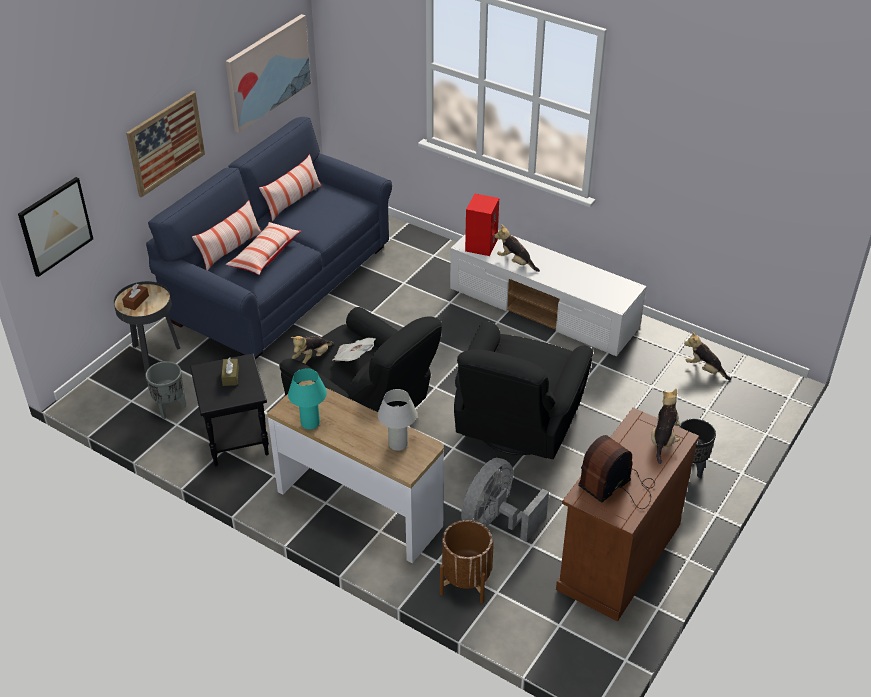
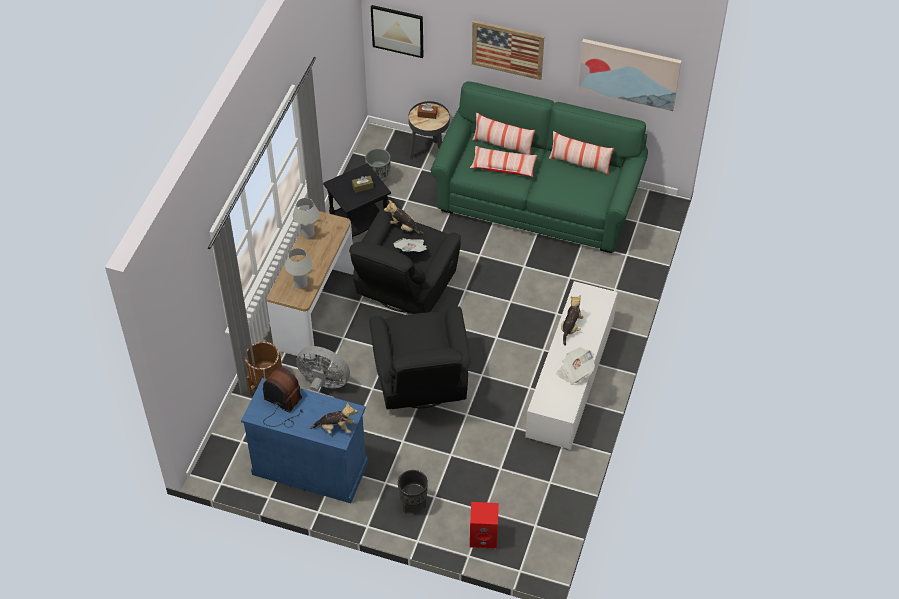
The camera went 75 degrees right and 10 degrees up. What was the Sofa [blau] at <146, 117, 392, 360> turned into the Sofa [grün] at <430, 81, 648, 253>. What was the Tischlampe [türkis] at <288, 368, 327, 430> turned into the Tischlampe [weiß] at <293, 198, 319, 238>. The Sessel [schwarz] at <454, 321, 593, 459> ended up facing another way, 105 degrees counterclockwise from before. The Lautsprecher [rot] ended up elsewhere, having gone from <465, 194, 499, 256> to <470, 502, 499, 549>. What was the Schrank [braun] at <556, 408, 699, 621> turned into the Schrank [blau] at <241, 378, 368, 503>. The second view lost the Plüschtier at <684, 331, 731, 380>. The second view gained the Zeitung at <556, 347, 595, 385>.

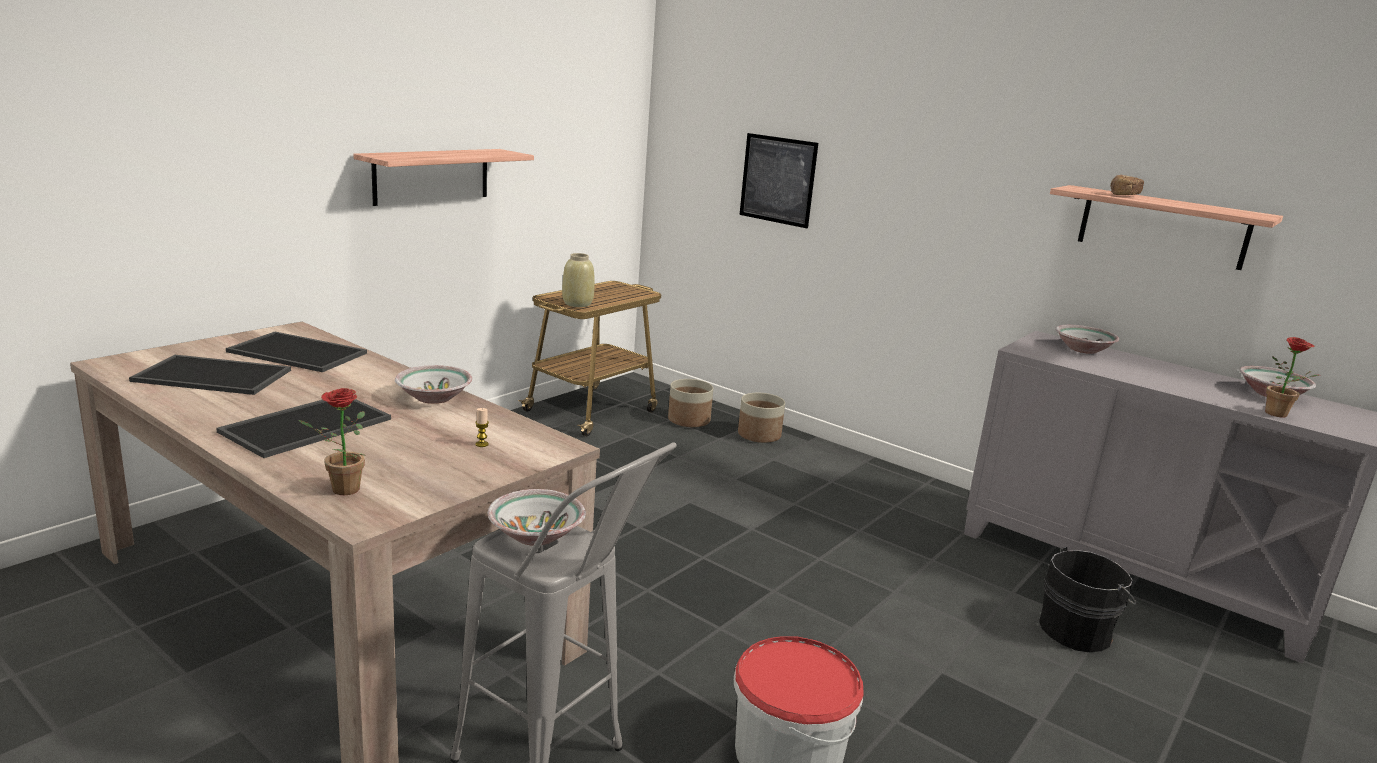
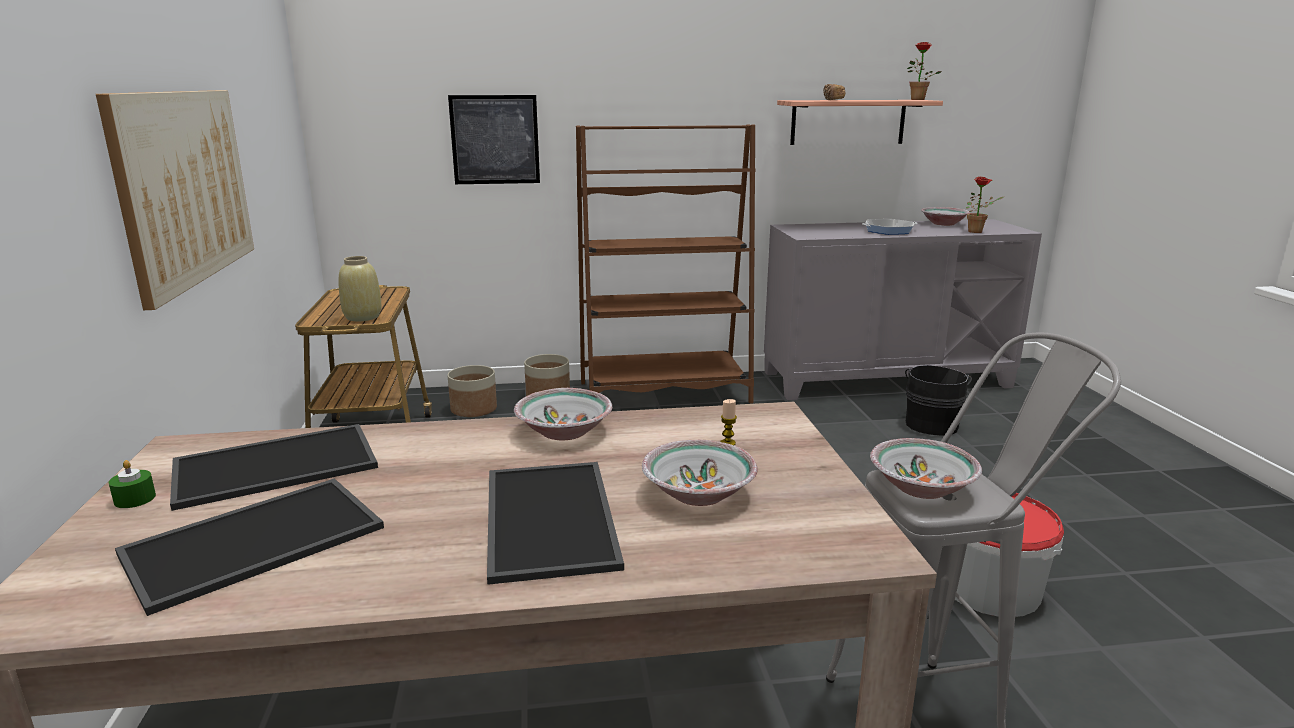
The camera went 45 degrees left and 0 degrees up. The Topfpflanze ended up elsewhere, having gone from <299, 388, 365, 495> to <907, 42, 942, 100>. Where the Wandregal hung at <354, 149, 534, 206>, the Bild came to hang at <96, 90, 254, 310>. The Schüssel ended up elsewhere, having gone from <1055, 325, 1119, 354> to <642, 440, 758, 506>. The second view gained the Kerze [grün] at <108, 460, 156, 508>. The second view gained the Bücherregal [braun] at <576, 124, 756, 404>. The second view gained the Pfanne at <863, 219, 917, 235>.

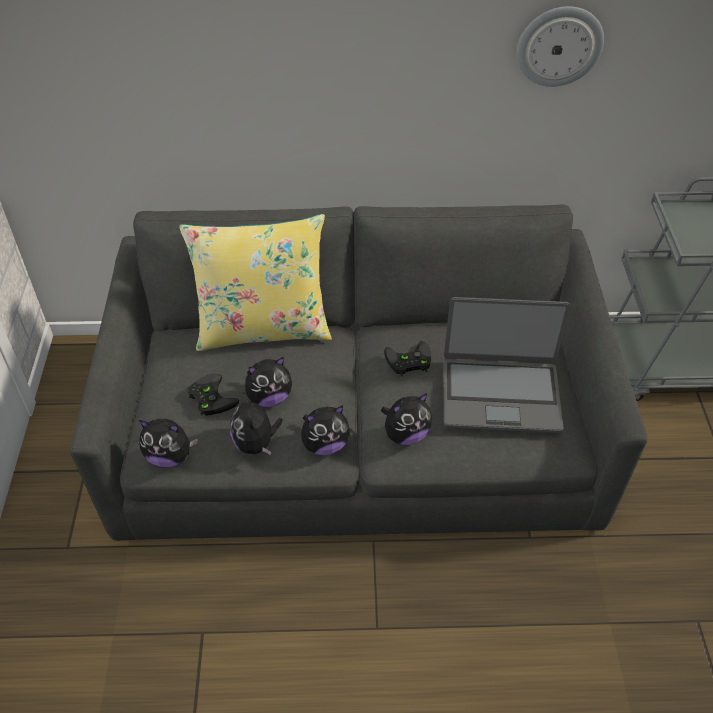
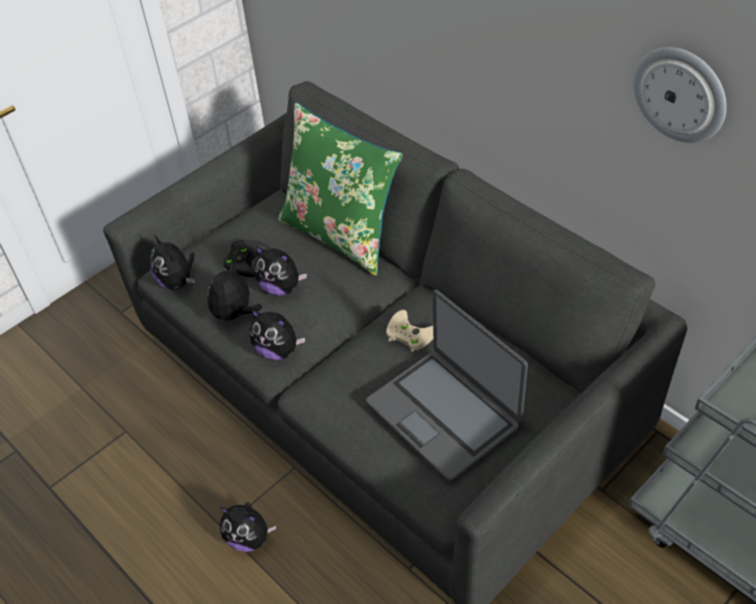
The camera went 50 degrees right and 0 degrees up. What was the Kissen [gelb] at <179, 214, 332, 351> turned into the Kissen [grün] at <278, 102, 403, 276>. The Plüschtier ended up elsewhere, having gone from <381, 393, 432, 445> to <220, 502, 276, 552>. What was the Gamepad [schwarz] at <384, 341, 431, 376> turned into the Gamepad [beige] at <386, 310, 433, 352>.

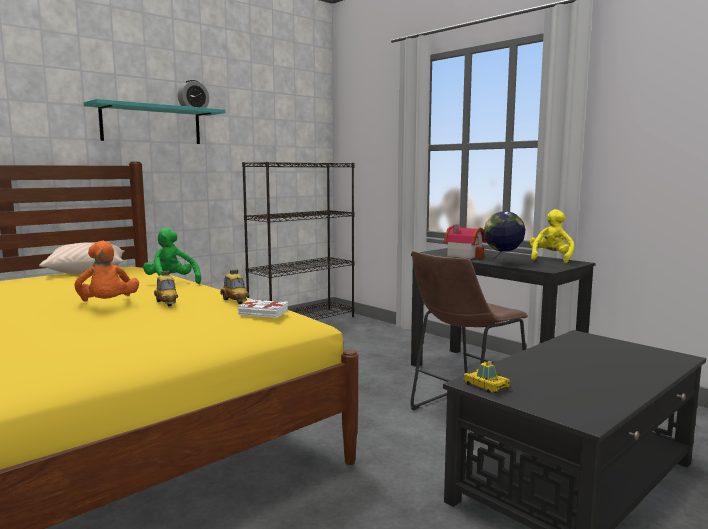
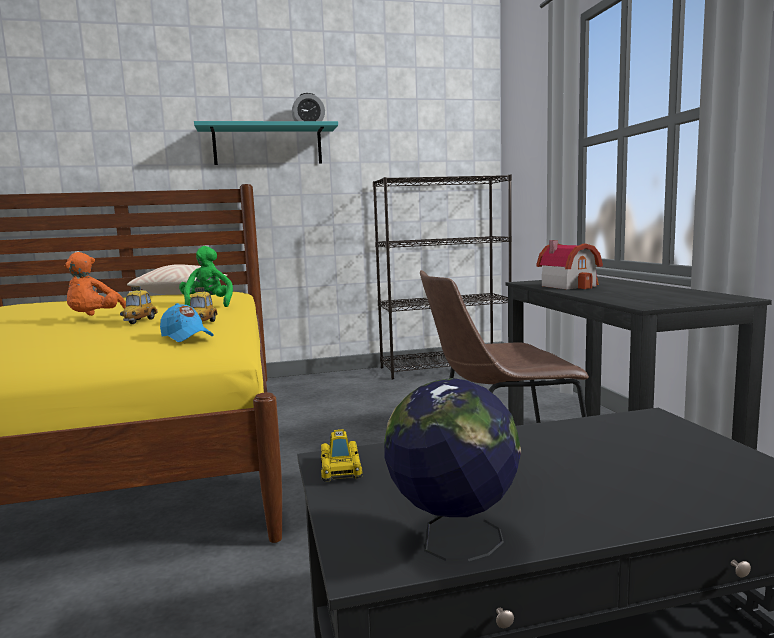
The camera went 30 degrees right and 0 degrees up. Where the Buch [weiß] stood at <238, 299, 288, 318>, the Kappe [blau] came to stand at <160, 303, 214, 342>. The Globus ended up elsewhere, having gone from <484, 211, 525, 264> to <384, 378, 521, 561>. The second view lost the Plüschtier [gelb] at <530, 209, 575, 263>.

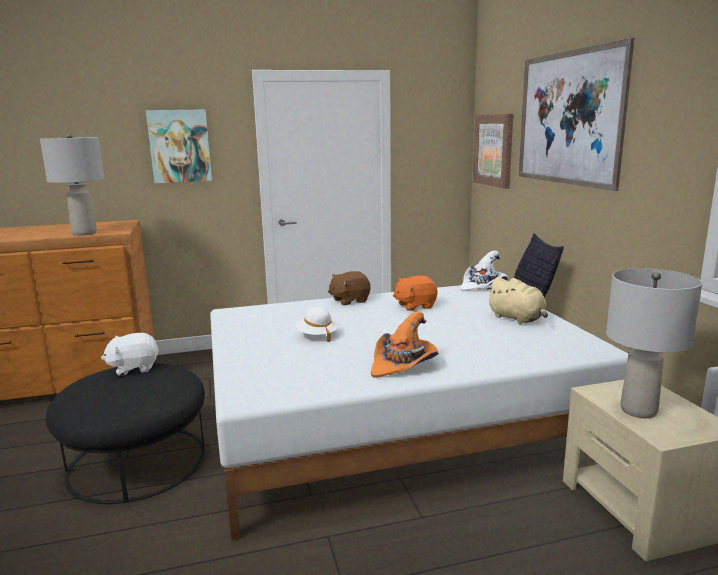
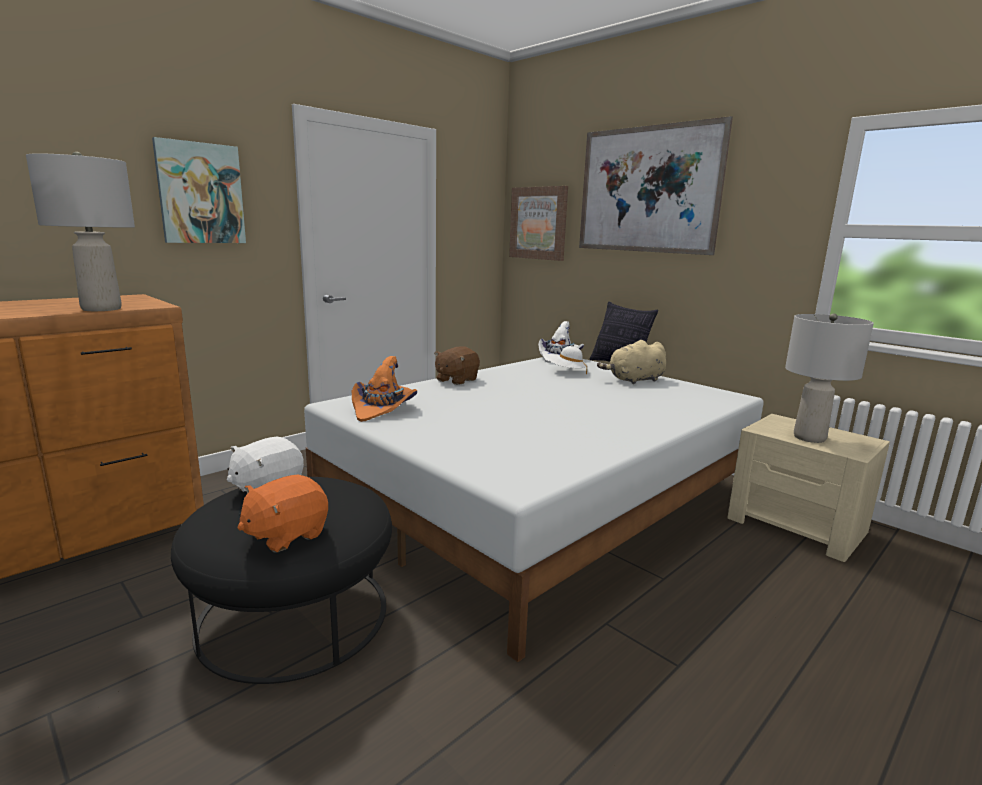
The camera went 30 degrees left and 0 degrees up. The Hut [weiß] ended up elsewhere, having gone from <295, 307, 339, 342> to <550, 346, 587, 374>. The Hut [orange] ended up elsewhere, having gone from <371, 311, 439, 378> to <352, 356, 417, 422>. The Plüschtier [orange] ended up elsewhere, having gone from <393, 275, 438, 311> to <237, 475, 328, 552>. The Plüschtier [beige] at <486, 277, 548, 324> ended up facing another way, 135 degrees clockwise from before.

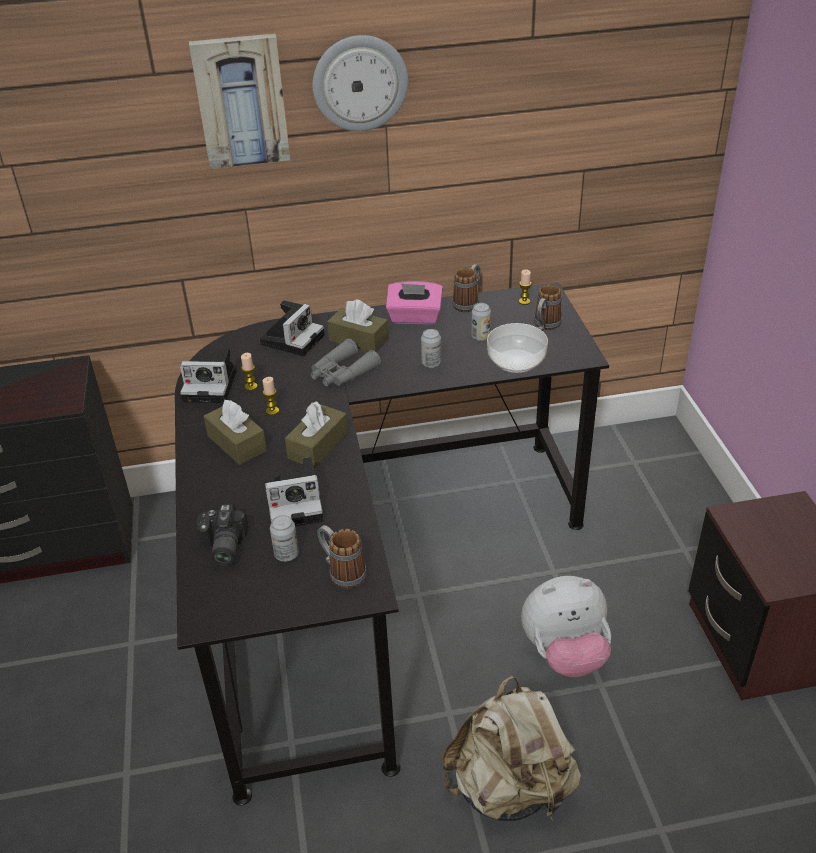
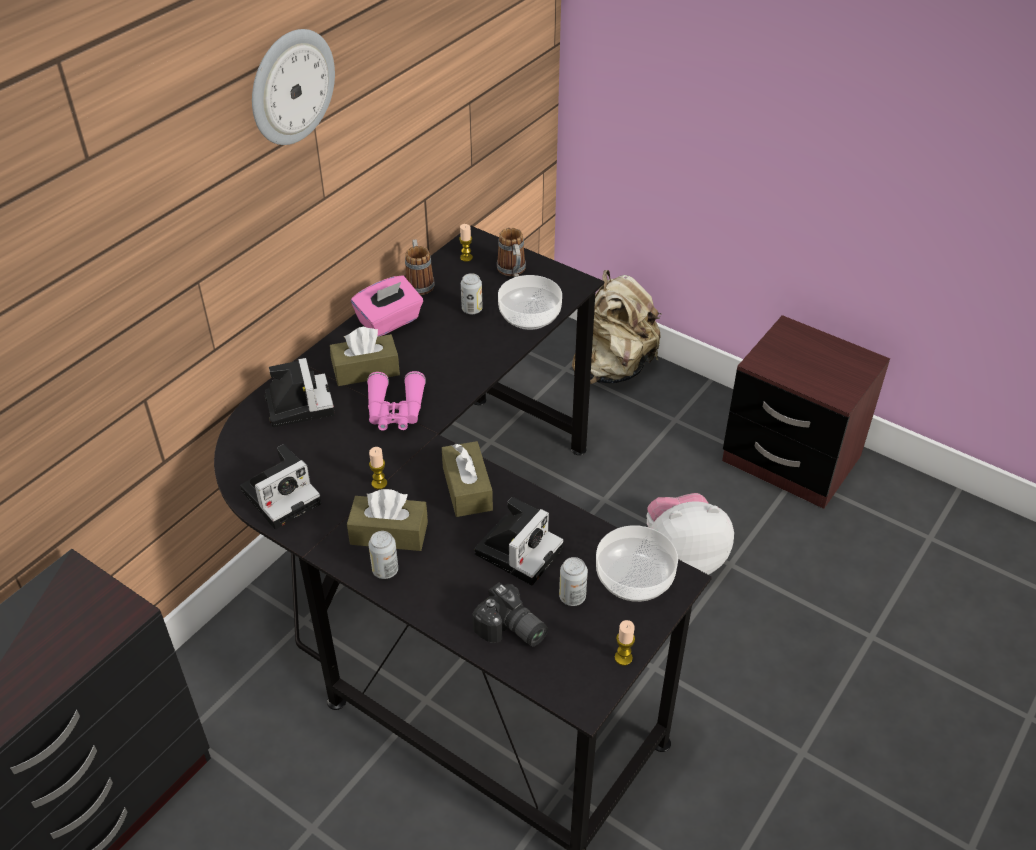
The camera went 45 degrees left and 5 degrees up. The second view lost the Bild at <189, 34, 290, 169>. The Kerze ended up elsewhere, having gone from <241, 353, 258, 391> to <615, 620, 635, 666>. What was the Fernglas [grau] at <311, 339, 381, 386> turned into the Fernglas [rosa] at <367, 371, 426, 430>. Where the Henkelbecher stood at <317, 525, 367, 588>, the Schüssel came to stand at <596, 525, 678, 602>. The Dose ended up elsewhere, having gone from <421, 329, 441, 368> to <368, 531, 398, 579>. The Rucksack [beige] ended up elsewhere, having gone from <441, 675, 581, 821> to <572, 270, 662, 384>. The Plüschtier at <521, 576, 611, 678> ended up facing another way, 135 degrees counterclockwise from before.

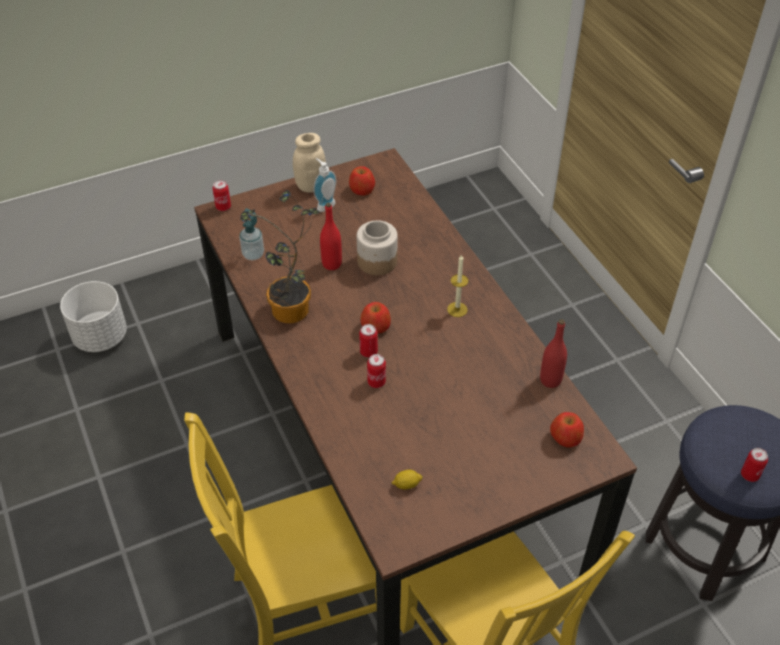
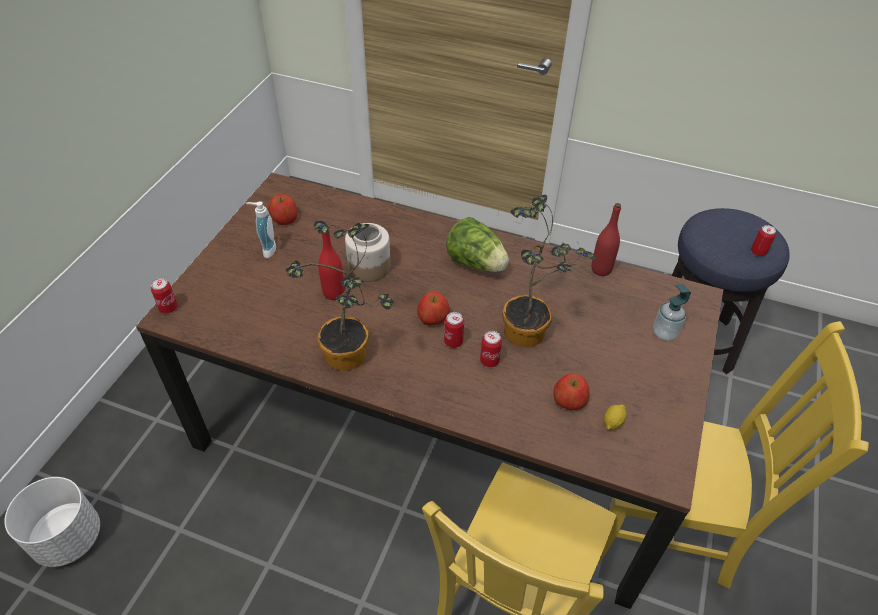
The camera went 45 degrees left and 0 degrees up. The Seifenspender ended up elsewhere, having gone from <239, 208, 264, 260> to <653, 284, 691, 341>. The second view lost the Vorratsglas [beige] at <293, 133, 326, 193>. Where the Kerze stood at <447, 254, 468, 317>, the Salatkopf came to stand at <446, 217, 509, 272>. The Apfel ended up elsewhere, having gone from <550, 412, 584, 447> to <553, 373, 590, 410>. The second view gained the Topfpflanze at <502, 195, 596, 348>.

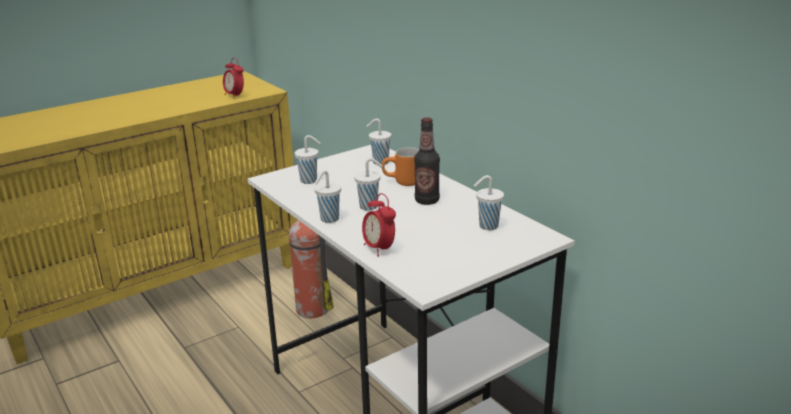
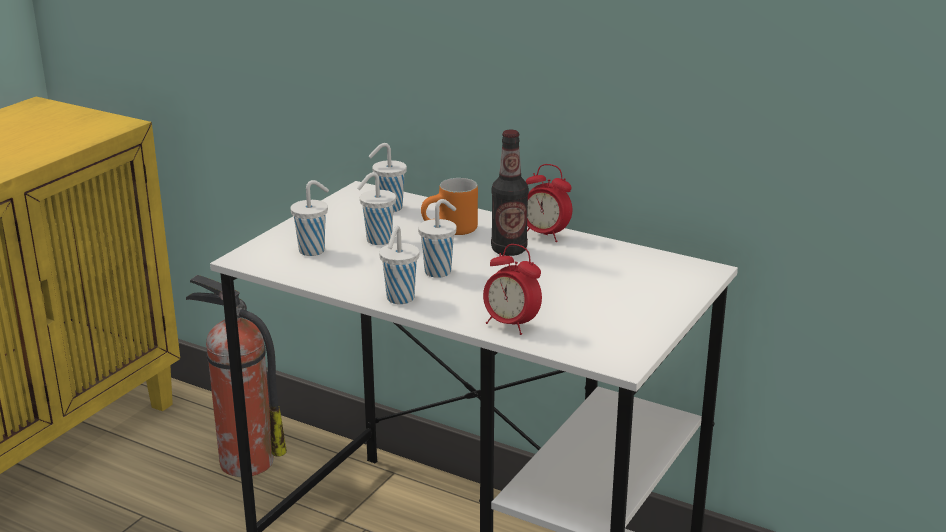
The camera went 25 degrees left and 0 degrees up. The Wecker ended up elsewhere, having gone from <223, 58, 244, 99> to <526, 164, 572, 242>. The Tasse [weiß] ended up elsewhere, having gone from <474, 175, 504, 230> to <357, 172, 396, 245>.

